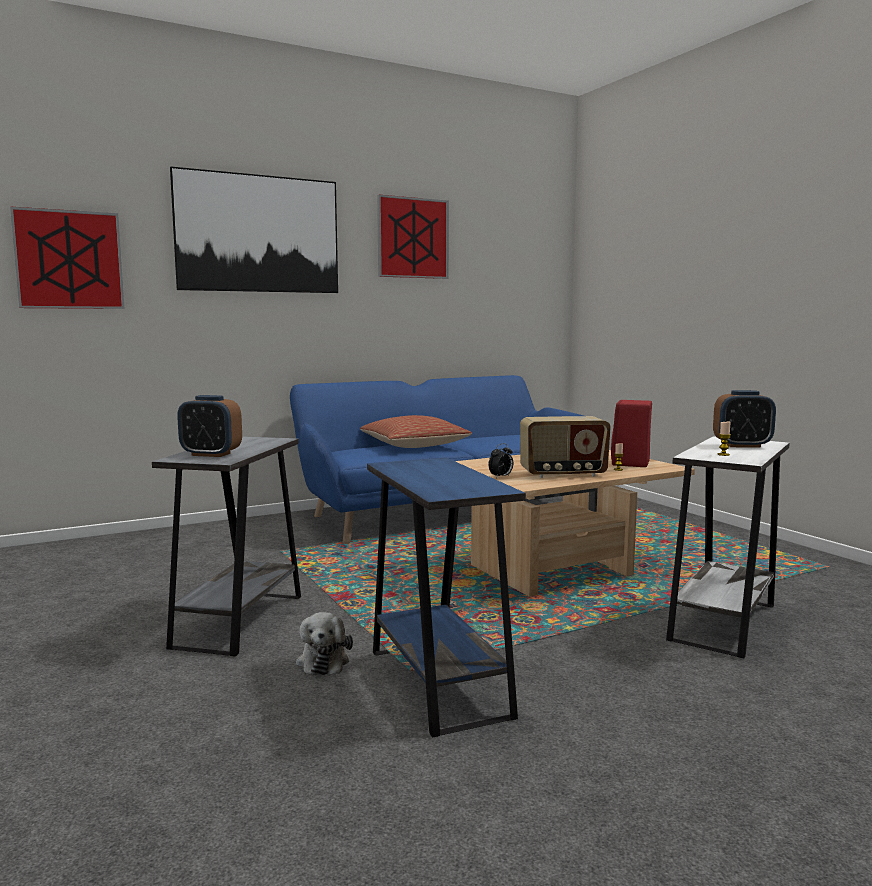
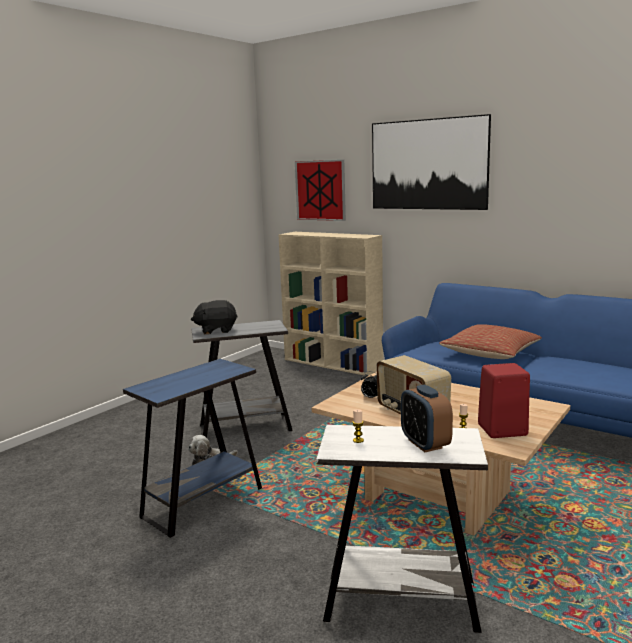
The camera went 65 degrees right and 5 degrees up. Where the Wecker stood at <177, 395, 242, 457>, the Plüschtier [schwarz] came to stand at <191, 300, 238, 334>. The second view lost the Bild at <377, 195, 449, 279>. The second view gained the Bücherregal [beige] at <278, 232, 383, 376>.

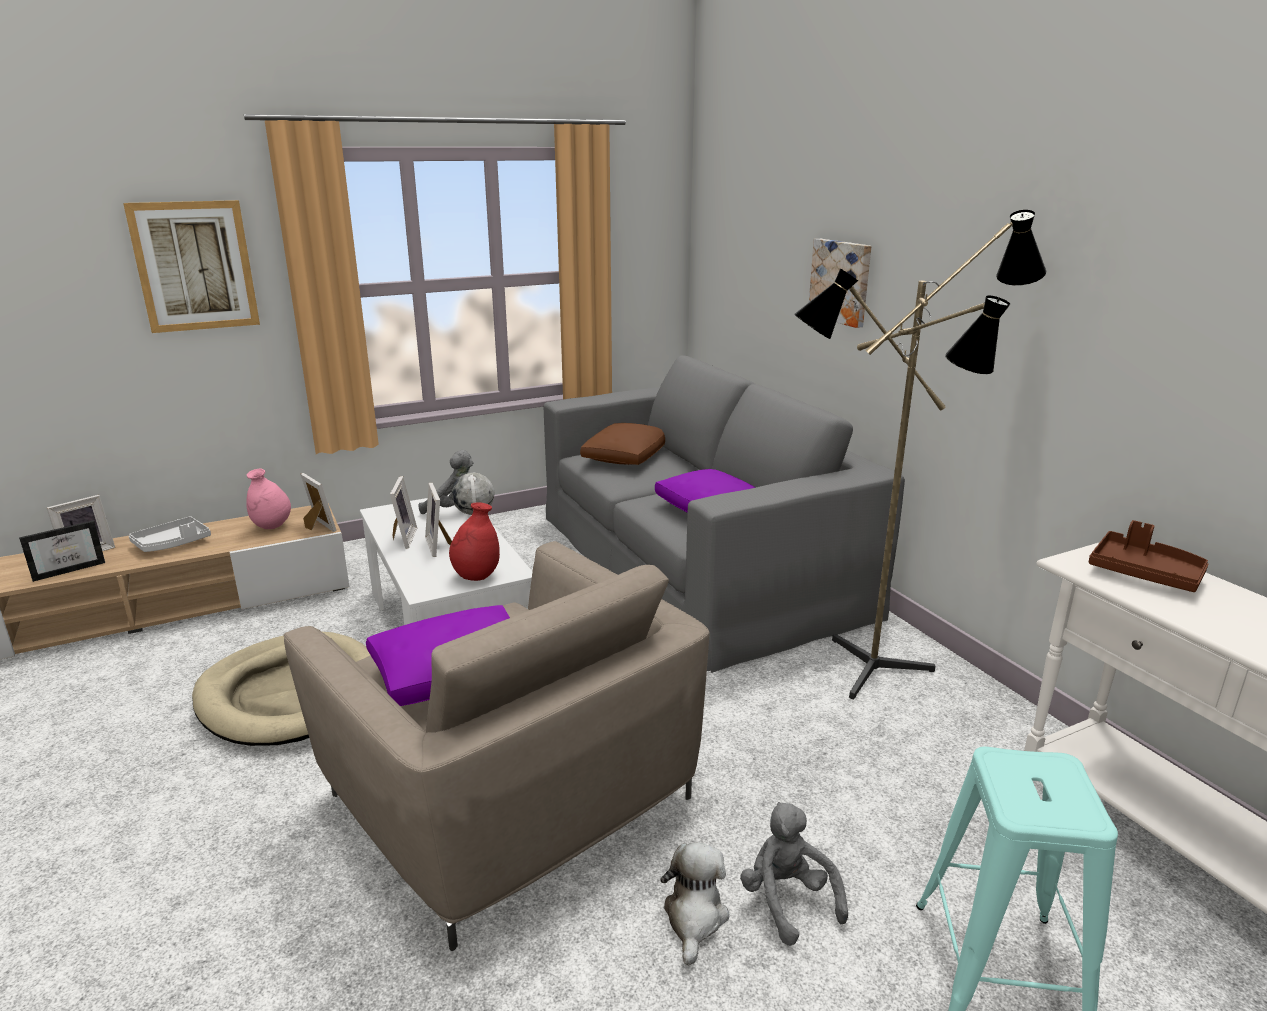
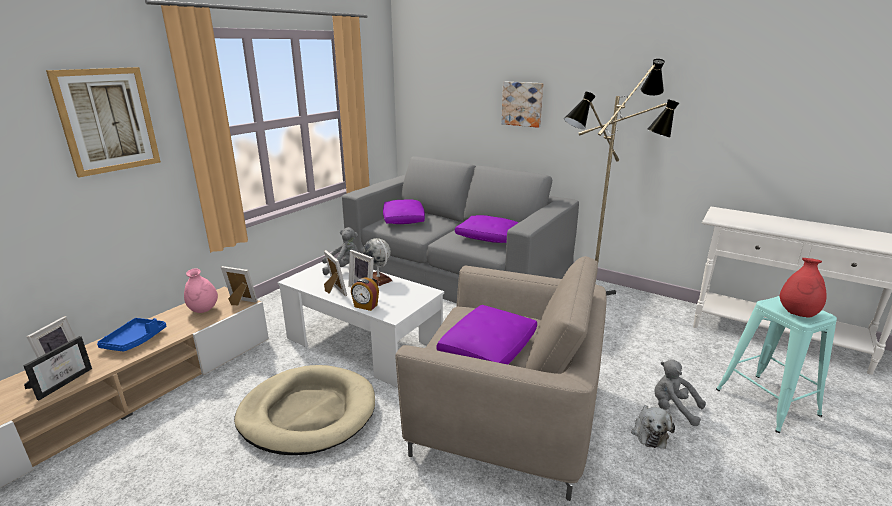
The camera went 30 degrees left and 0 degrees up. What was the Tablett [grau] at <129, 516, 211, 552> turned into the Tablett [blau] at <97, 318, 166, 351>. The Vase [rot] ended up elsewhere, having gone from <449, 502, 500, 581> to <780, 258, 827, 317>. What was the Kissen [braun] at <580, 423, 665, 465> turned into the Kissen [lila] at <383, 199, 425, 224>. The Plüschtier at <660, 842, 730, 966> ended up facing another way, 150 degrees counterclockwise from before. The second view lost the Tablett [braun] at <1089, 520, 1208, 592>. The second view gained the Wecker at <351, 277, 379, 311>.

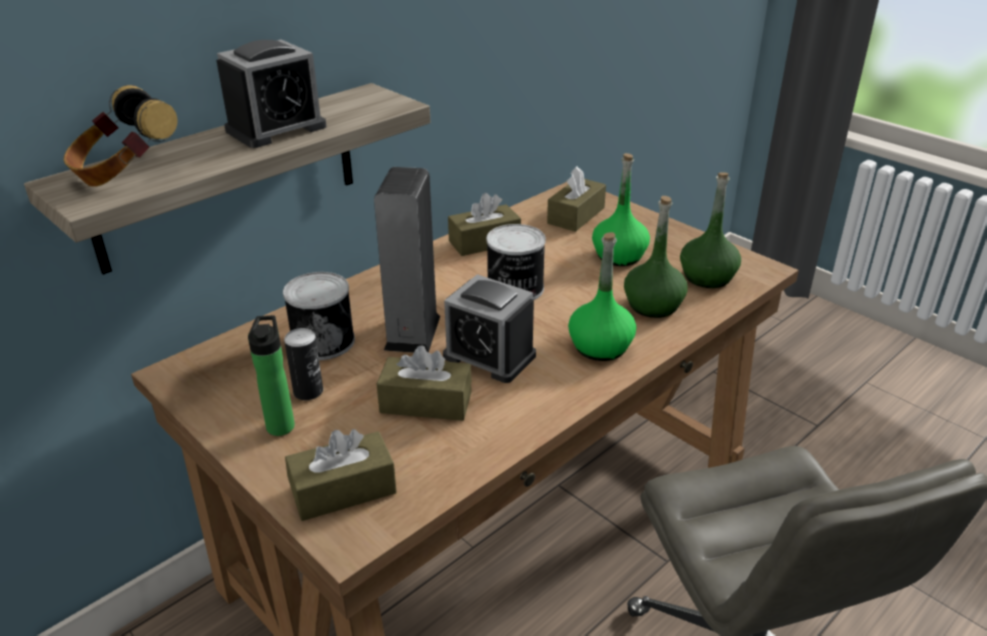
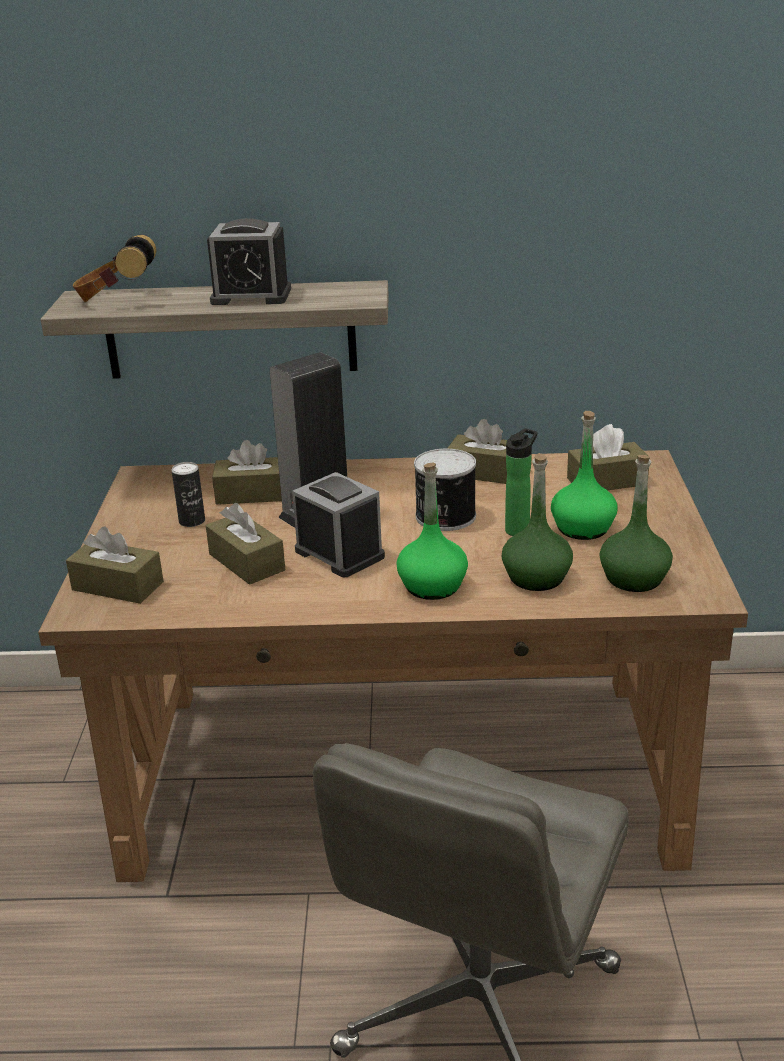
The camera went 45 degrees right and 5 degrees down. The Flasche ended up elsewhere, having gone from <248, 315, 295, 436> to <505, 428, 538, 536>. Where the Dose stood at <283, 272, 355, 360>, the Taschentuchbox [braun] came to stand at <212, 440, 282, 505>. The Wecker at <443, 274, 536, 383> ended up facing another way, 150 degrees clockwise from before.

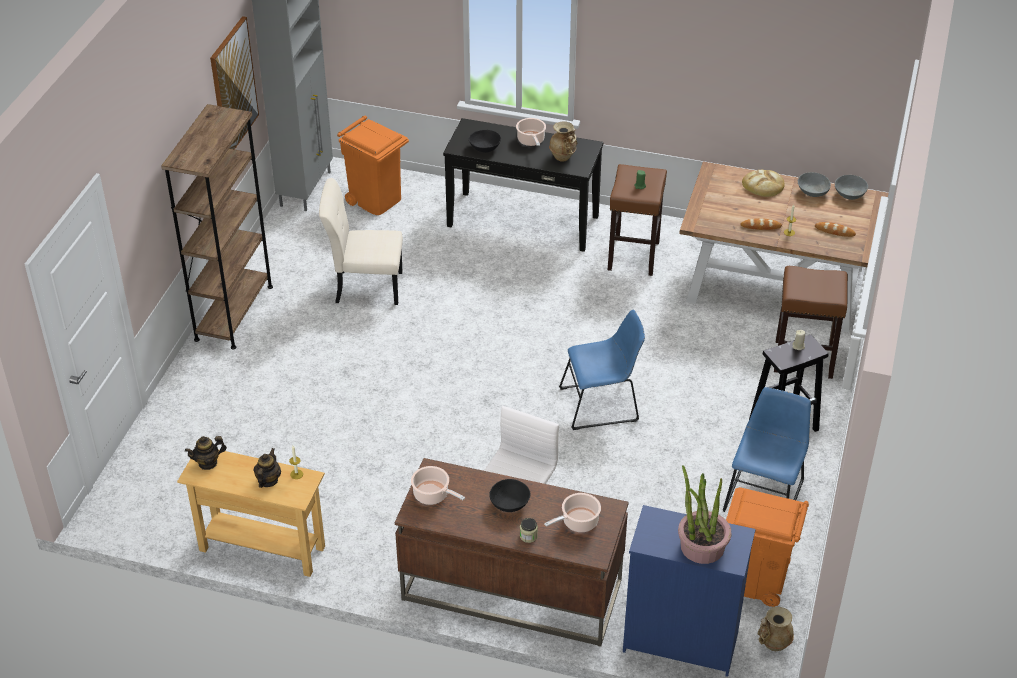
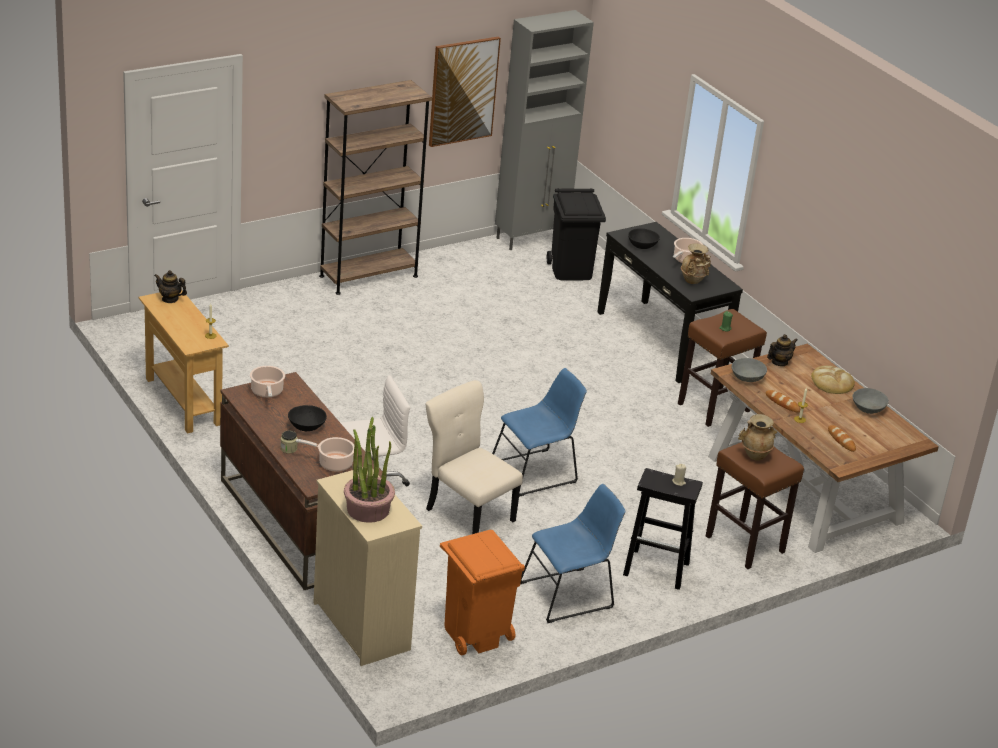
The camera went 40 degrees right and 10 degrees down. The Teekanne ended up elsewhere, having gone from <254, 448, 281, 488> to <767, 334, 798, 366>. The Stuhl [beige] ended up elsewhere, having gone from <319, 178, 403, 305> to <426, 380, 523, 534>. What was the Mülleimer [orange] at <337, 115, 409, 215> turned into the Mülleimer [schwarz] at <547, 188, 606, 280>. The Stuhl [blau] at <559, 309, 645, 430> ended up facing another way, 60 degrees counterclockwise from before. What was the Kommode [blau] at <623, 505, 755, 677> turned into the Kommode [beige] at <313, 468, 422, 666>. The Vase [beige] ended up elsewhere, having gone from <757, 607, 794, 651> to <738, 414, 777, 461>. The Schüssel [grau] ended up elsewhere, having gone from <835, 175, 868, 200> to <732, 358, 767, 382>.

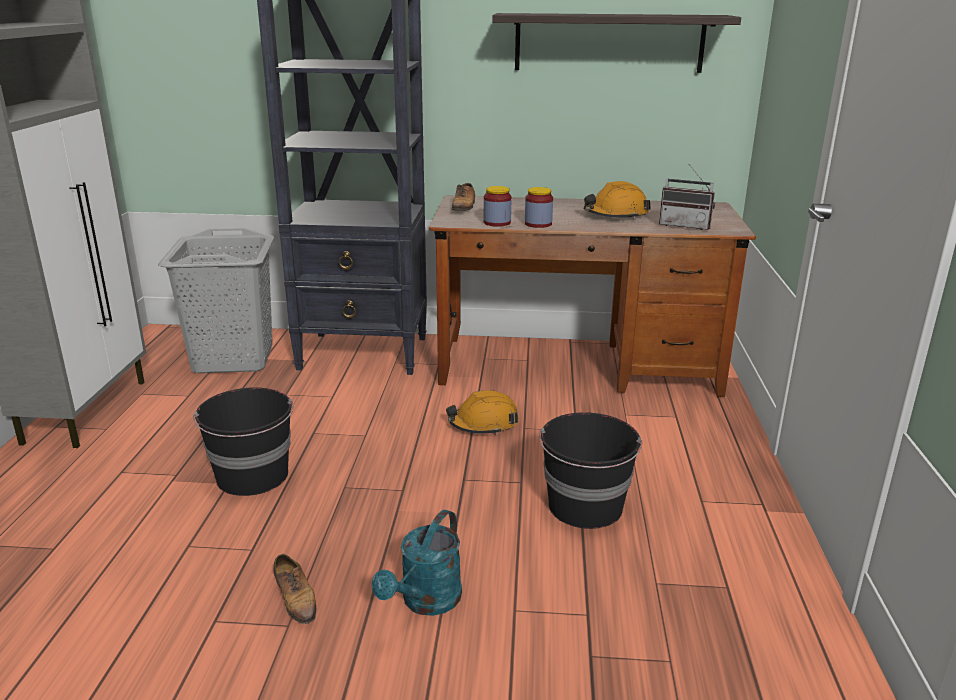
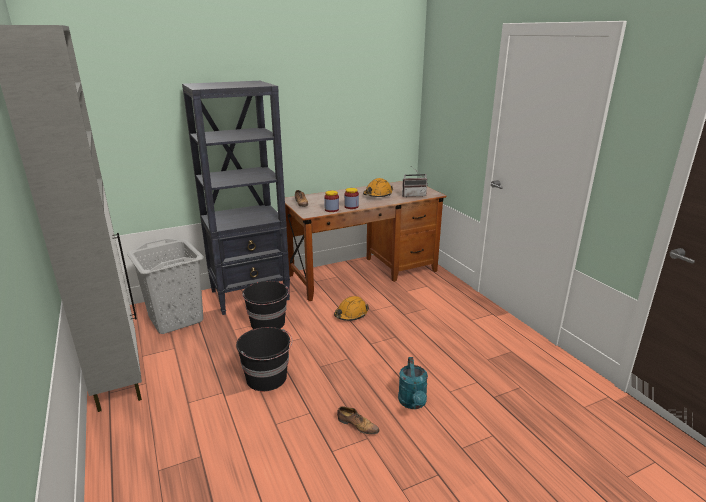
The camera went 30 degrees left and 0 degrees up. The second view lost the Wandregal at <492, 13, 741, 73>. The Eimer [schwarz] ended up elsewhere, having gone from <539, 412, 642, 529> to <242, 281, 289, 329>.

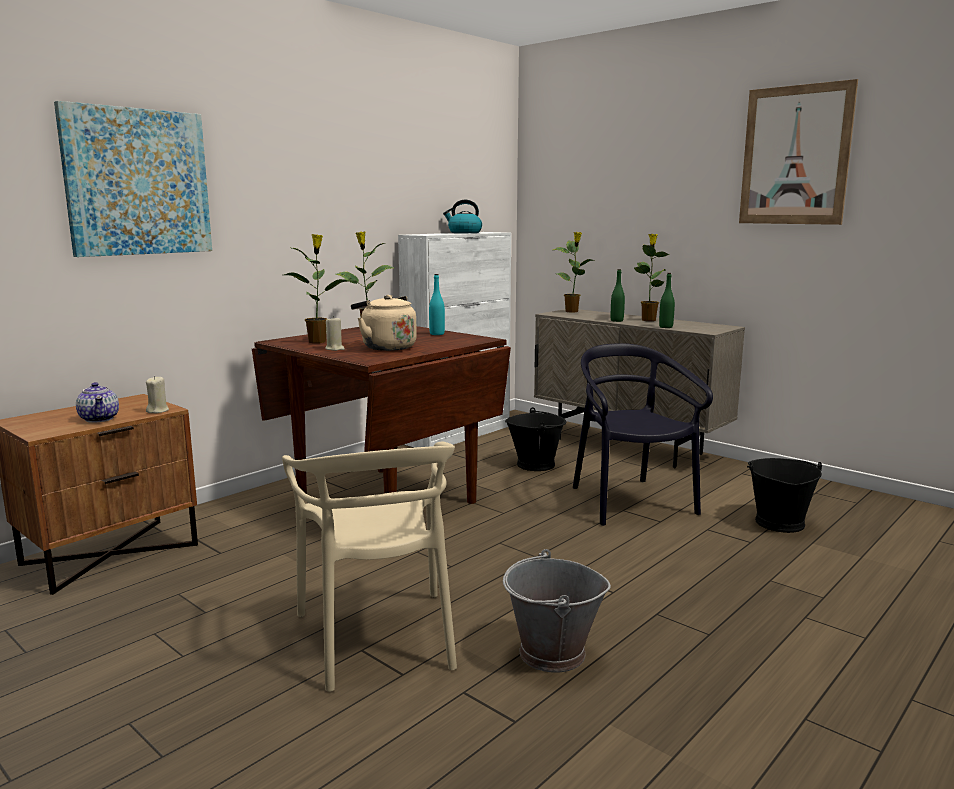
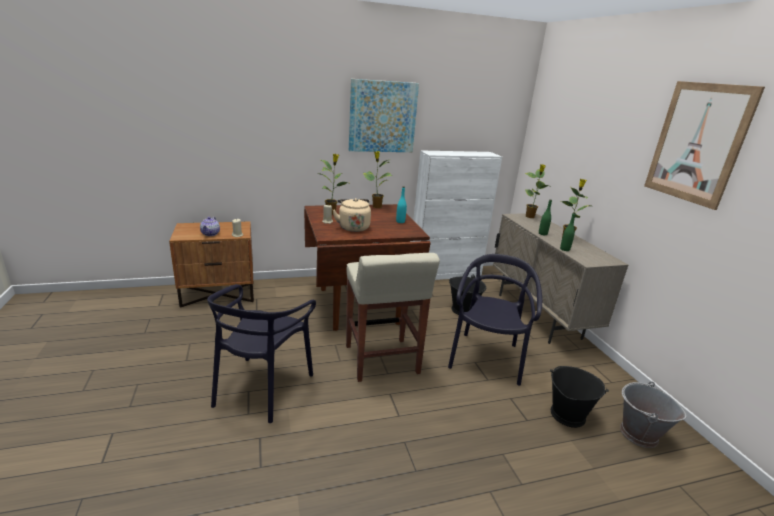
The camera went 30 degrees right and 10 degrees up. The Bild ended up elsewhere, having gone from <54, 101, 212, 257> to <349, 79, 419, 152>. What was the Stuhl [beige] at <282, 442, 457, 692> turned into the Stuhl [schwarz] at <207, 284, 316, 423>. The second view lost the Wasserkessel at <443, 200, 482, 233>. The Eimer [grau] ended up elsewhere, having gone from <503, 549, 611, 673> to <620, 381, 686, 448>. The second view gained the Hocker [beige] at <346, 253, 440, 382>.

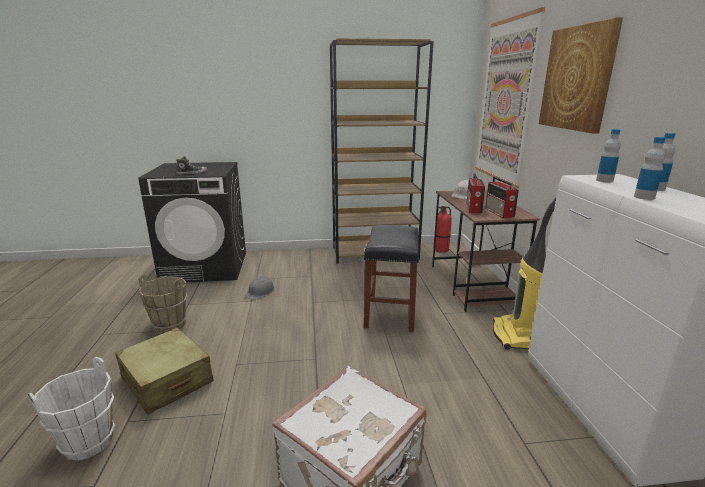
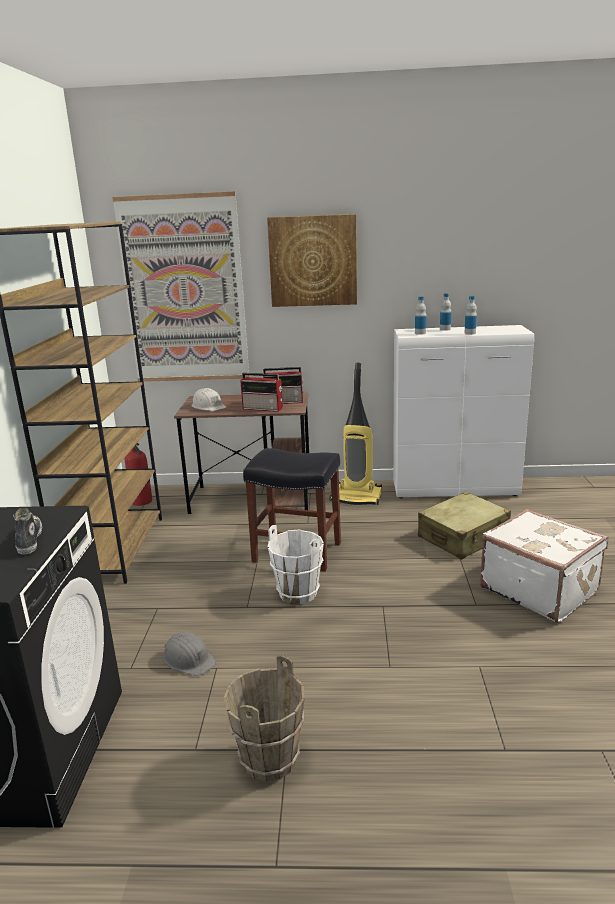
The camera went 80 degrees left and 0 degrees up. The Eimer [weiß] ended up elsewhere, having gone from <28, 357, 115, 461> to <268, 525, 324, 605>. The Koffer [beige] ended up elsewhere, having gone from <115, 328, 214, 414> to <418, 492, 511, 560>.

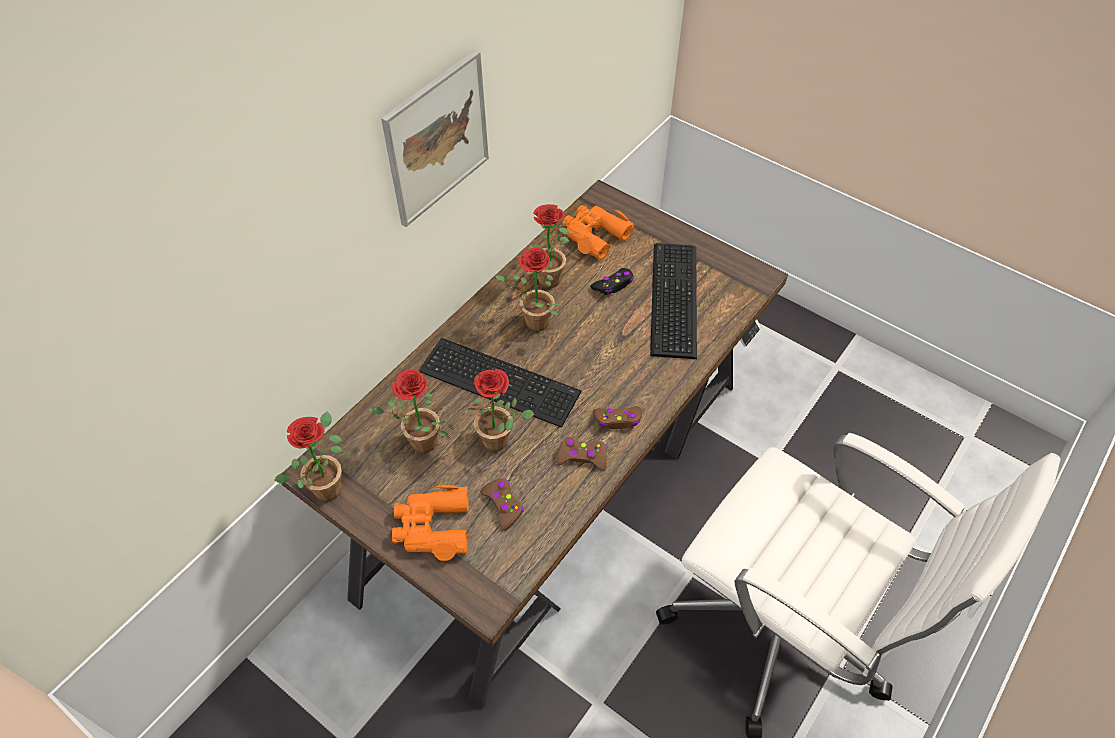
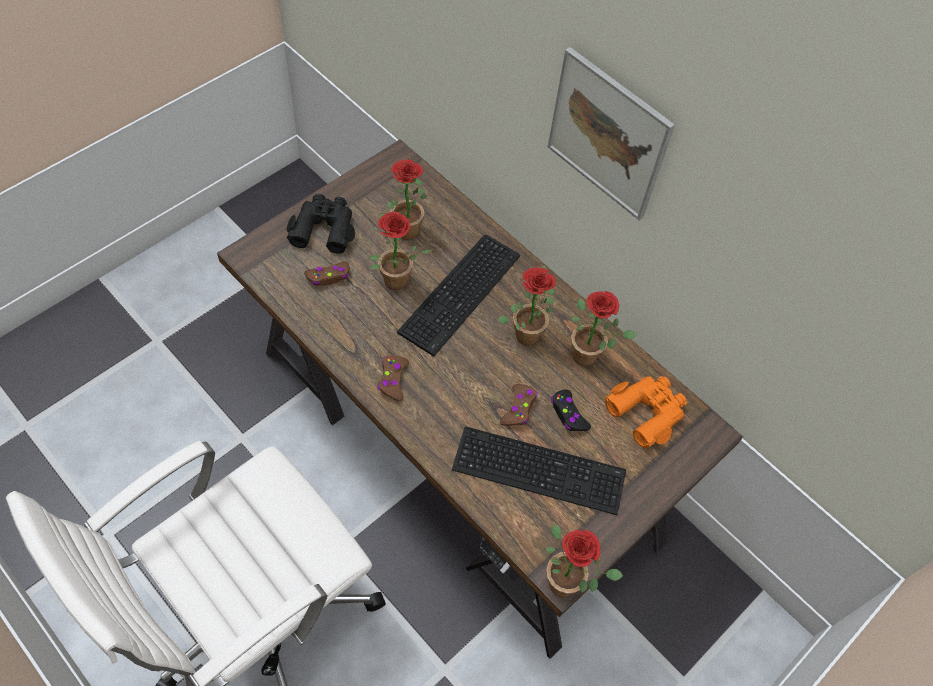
The camera went 95 degrees right and 5 degrees up. The Topfpflanze ended up elsewhere, having gone from <275, 411, 343, 501> to <546, 524, 623, 597>. What was the Fernglas [orange] at <392, 485, 468, 561> turned into the Fernglas [schwarz] at <286, 194, 355, 254>. The Gamepad [braun] ended up elsewhere, having gone from <556, 437, 607, 471> to <500, 384, 537, 426>.

